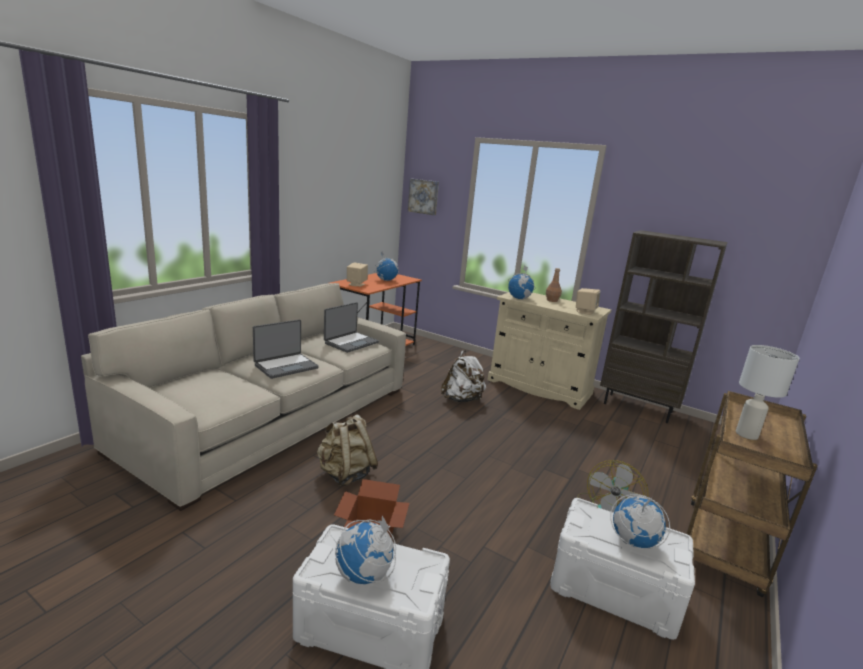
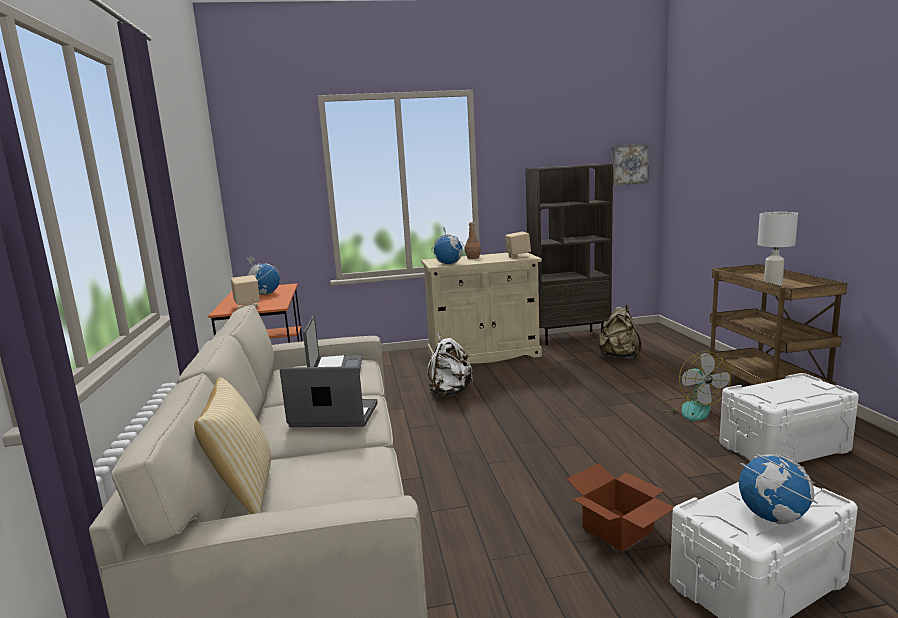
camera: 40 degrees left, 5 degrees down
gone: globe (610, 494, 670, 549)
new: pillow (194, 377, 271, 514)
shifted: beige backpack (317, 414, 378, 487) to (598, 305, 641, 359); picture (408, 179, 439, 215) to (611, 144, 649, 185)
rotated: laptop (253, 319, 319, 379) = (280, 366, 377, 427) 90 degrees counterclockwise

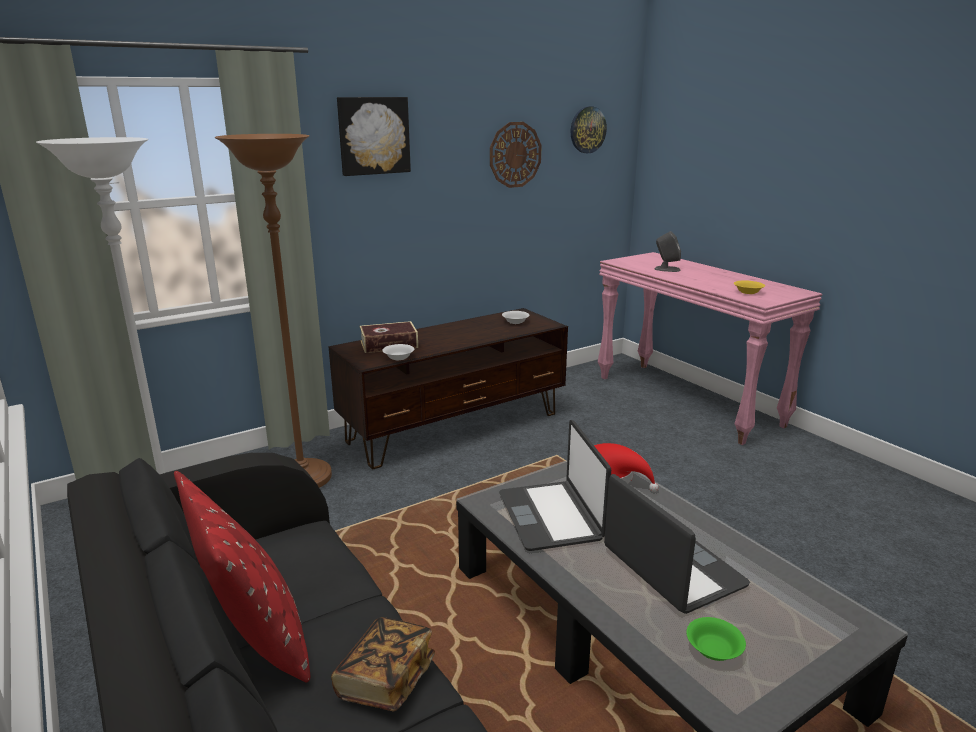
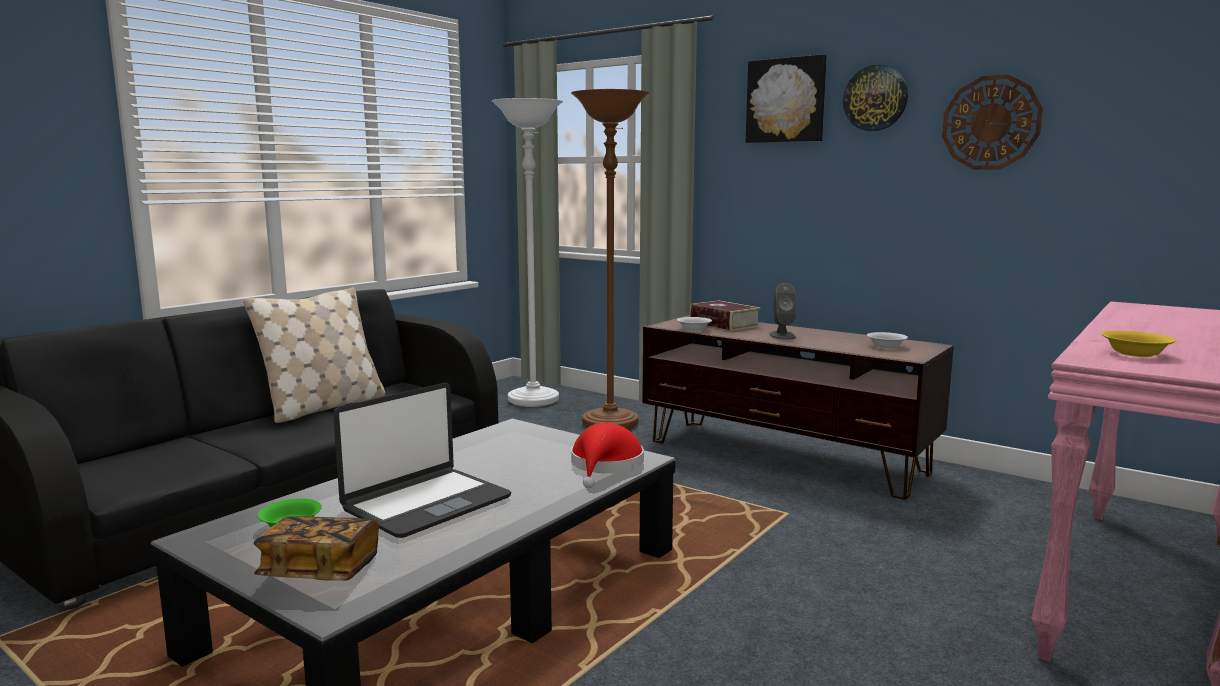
camera: 70 degrees right, 10 degrees down
gone: laptop (499, 420, 611, 551)
shifted: book (331, 617, 435, 711) to (254, 516, 379, 581); grey speaker (655, 231, 681, 272) to (769, 283, 797, 339); wall clock (571, 106, 607, 153) to (843, 65, 908, 131)
repainted: red pillow (174, 471, 310, 682) to beige pillow (243, 288, 385, 423)

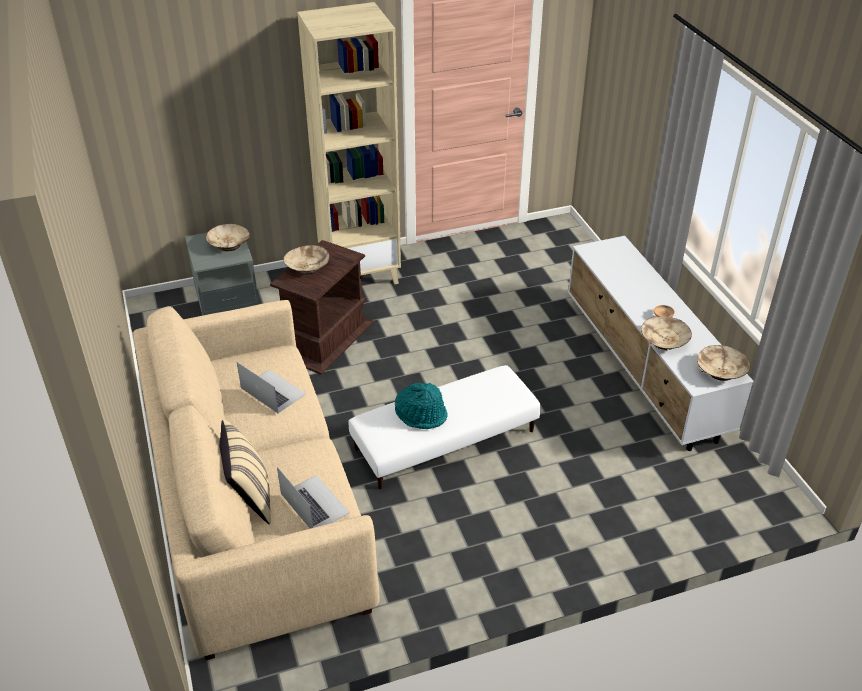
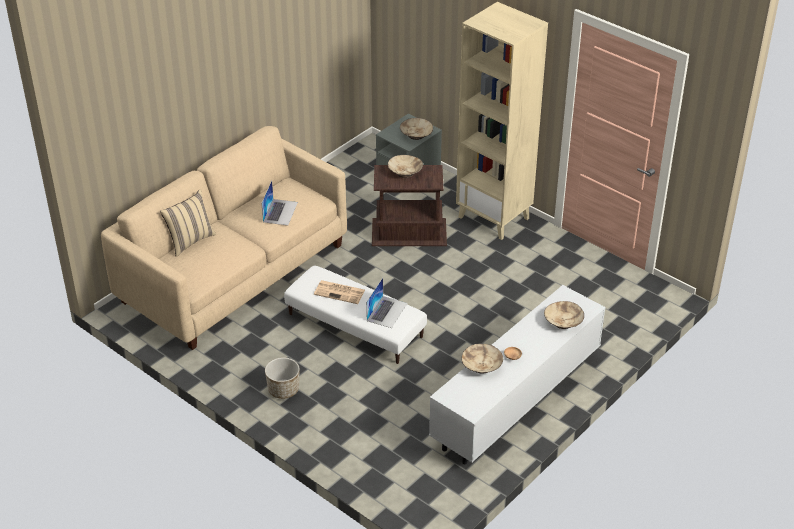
camera: 60 degrees right, 0 degrees up
new: planter (265, 357, 299, 399)
shifted: laptop (277, 467, 350, 528) to (366, 278, 407, 328); beige bowl (697, 345, 750, 381) to (544, 301, 584, 329)
swapped: turquoise hat (395, 383, 448, 429) to newspaper (314, 280, 365, 304)

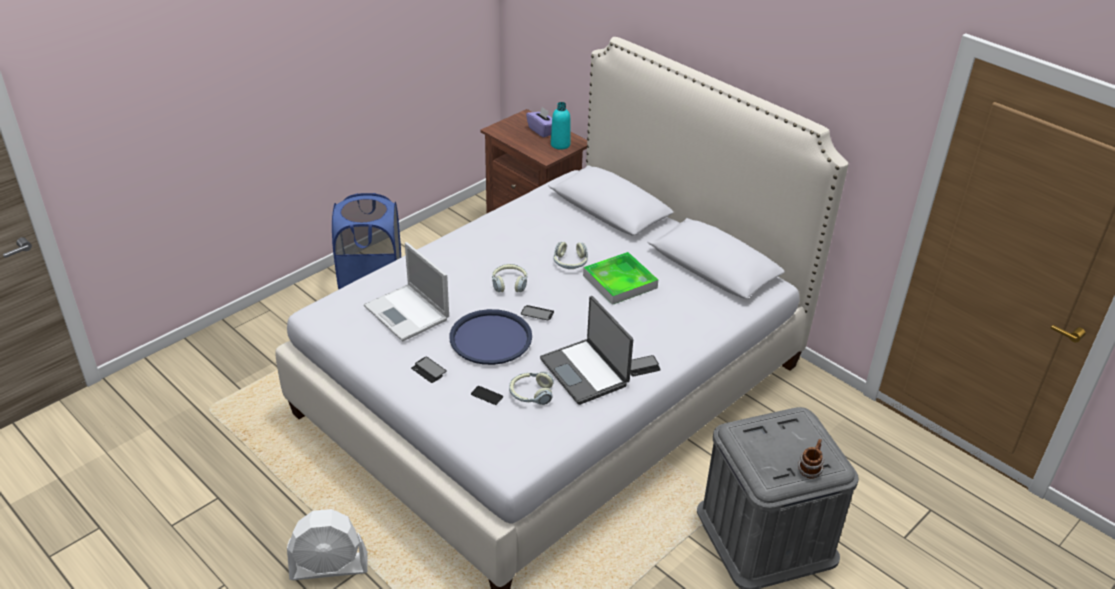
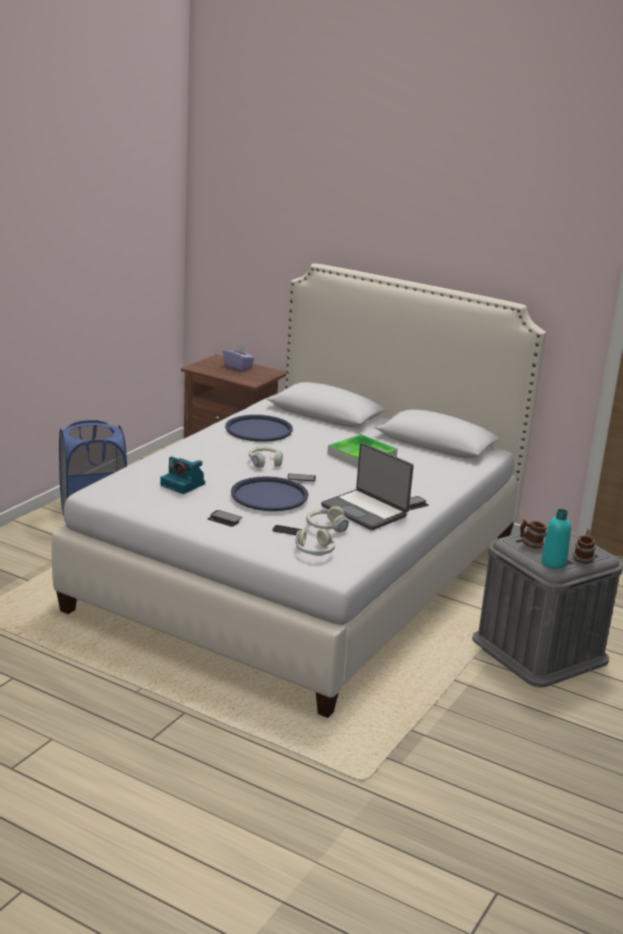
camera: 15 degrees left, 15 degrees down
gone: white fan (287, 509, 368, 580)
new: blue tray (225, 415, 293, 442); mug (520, 519, 547, 549)
shifted: headphones (554, 242, 588, 269) to (295, 529, 335, 556); turquoise bottle (551, 102, 570, 150) to (542, 509, 571, 569)
swapped: laptop (364, 242, 449, 341) to photo camera (160, 456, 205, 494)

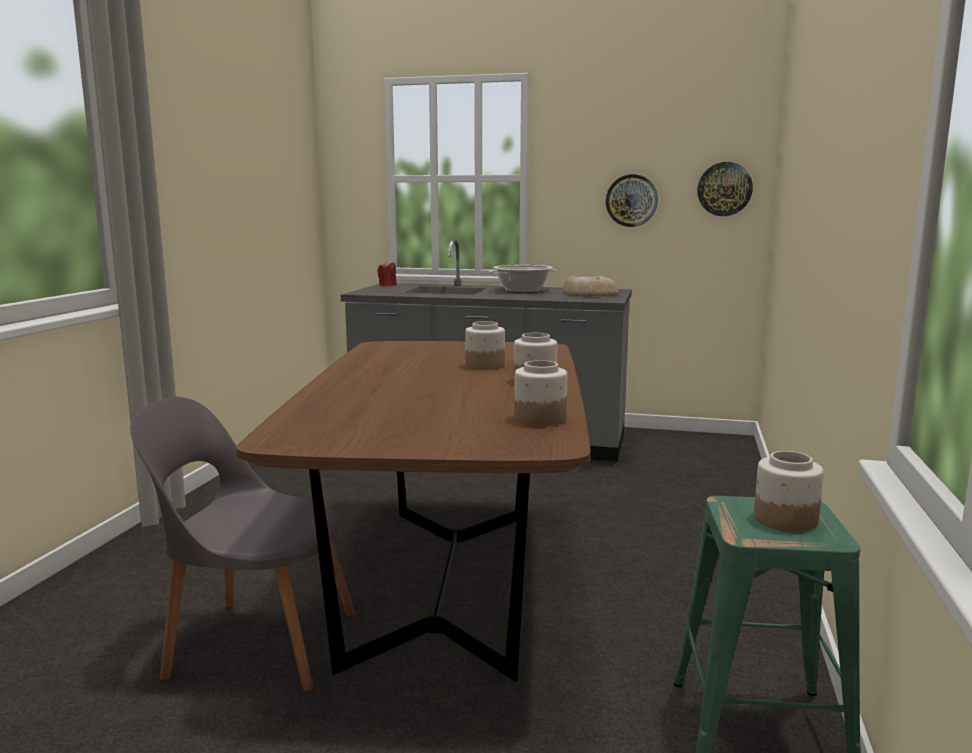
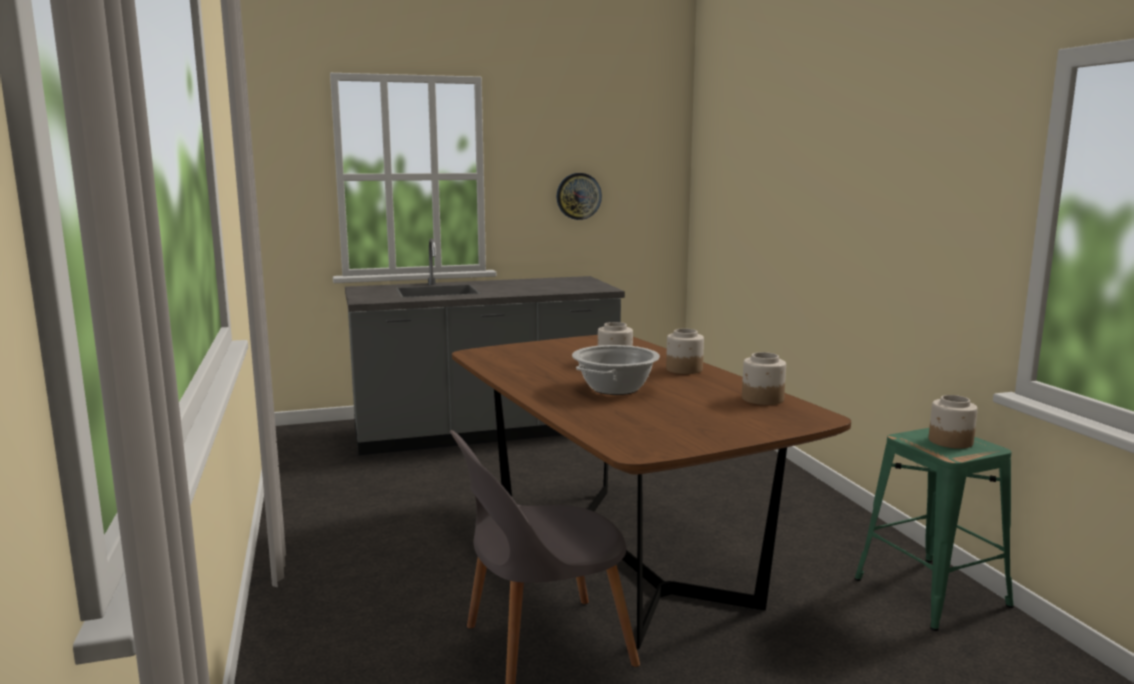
camera: 30 degrees left, 0 degrees up
gone: red candle (377, 261, 397, 286); bread (563, 274, 618, 296); wall clock (697, 162, 753, 216)
shifted: cooking pot (488, 265, 557, 293) to (572, 345, 660, 395)

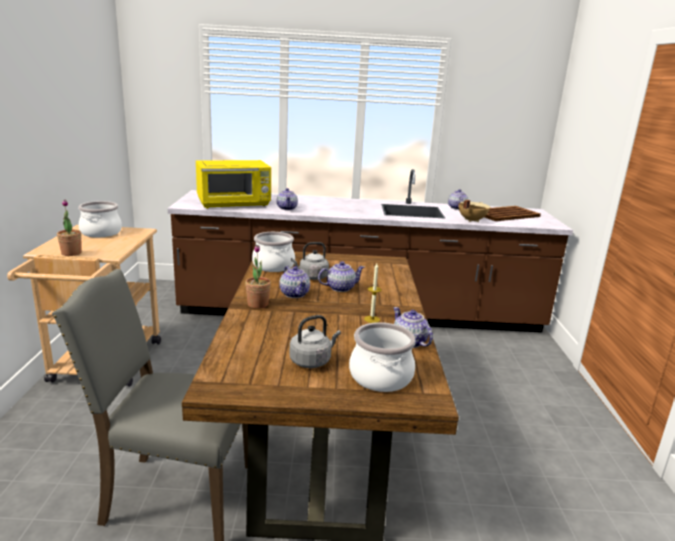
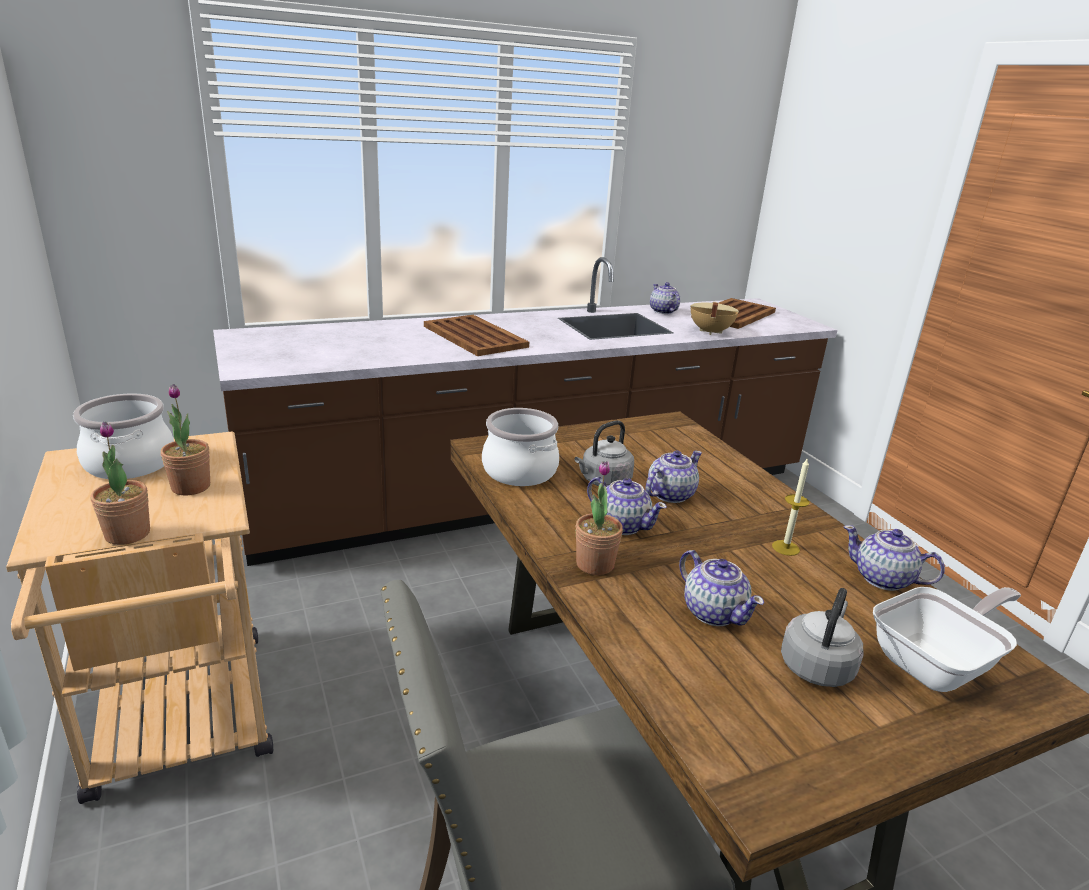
camera: 25 degrees left, 5 degrees up
gone: yellow microwave (196, 160, 271, 209)
new: potted plant (161, 384, 210, 495); brown tray (424, 315, 529, 356)
shifted: teapot (277, 188, 298, 210) to (679, 550, 764, 626)
swapped: cooking pot (349, 322, 415, 392) to frying pan (873, 587, 1021, 692)

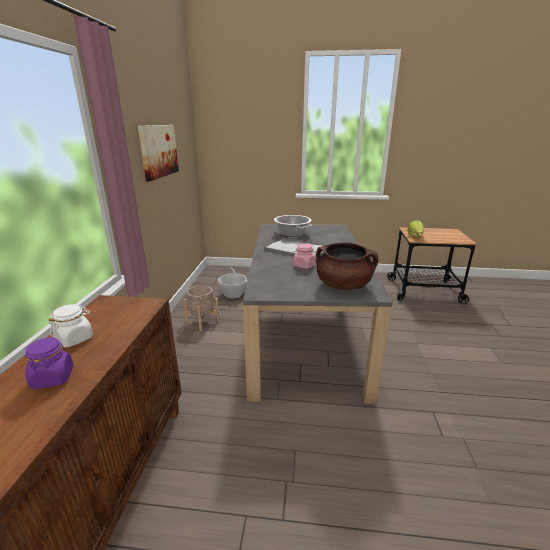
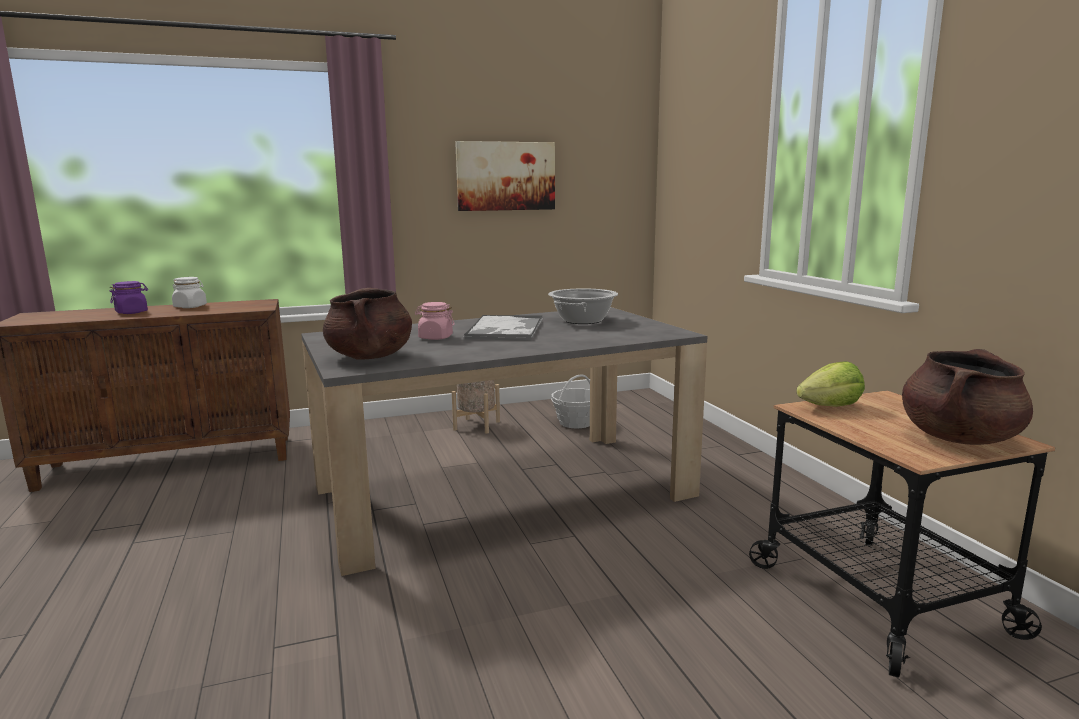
camera: 65 degrees right, 10 degrees down
new: brown cooking pot (902, 349, 1033, 445)

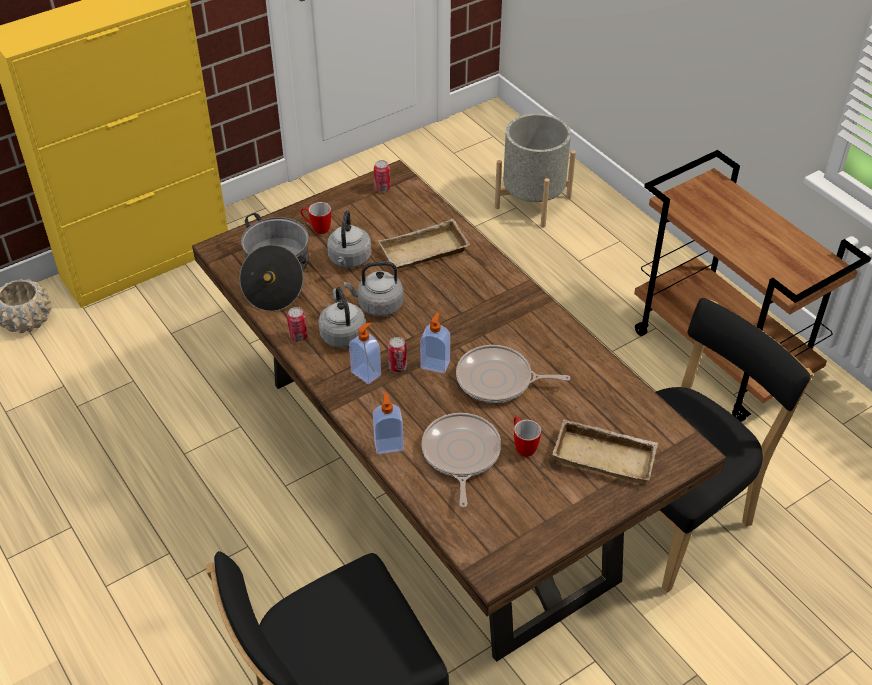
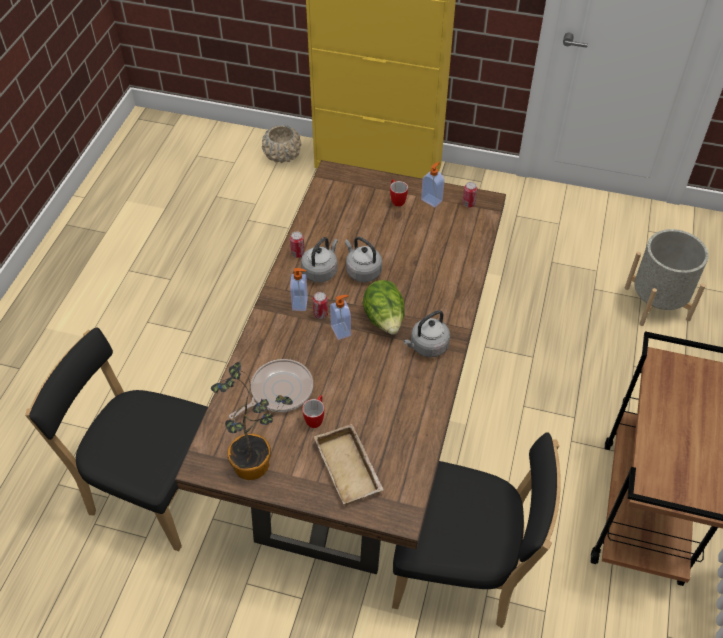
camera: 50 degrees right, 5 degrees up
gone: cooking pot (239, 213, 309, 311); beige tray (378, 219, 470, 269); frying pan (456, 345, 571, 403)
new: potted plant (211, 362, 293, 480); lettuce (363, 280, 405, 335)
shifted: grey kettle (327, 210, 371, 268) to (403, 310, 450, 357); soap dispenser (373, 392, 404, 454) to (421, 162, 445, 207)

